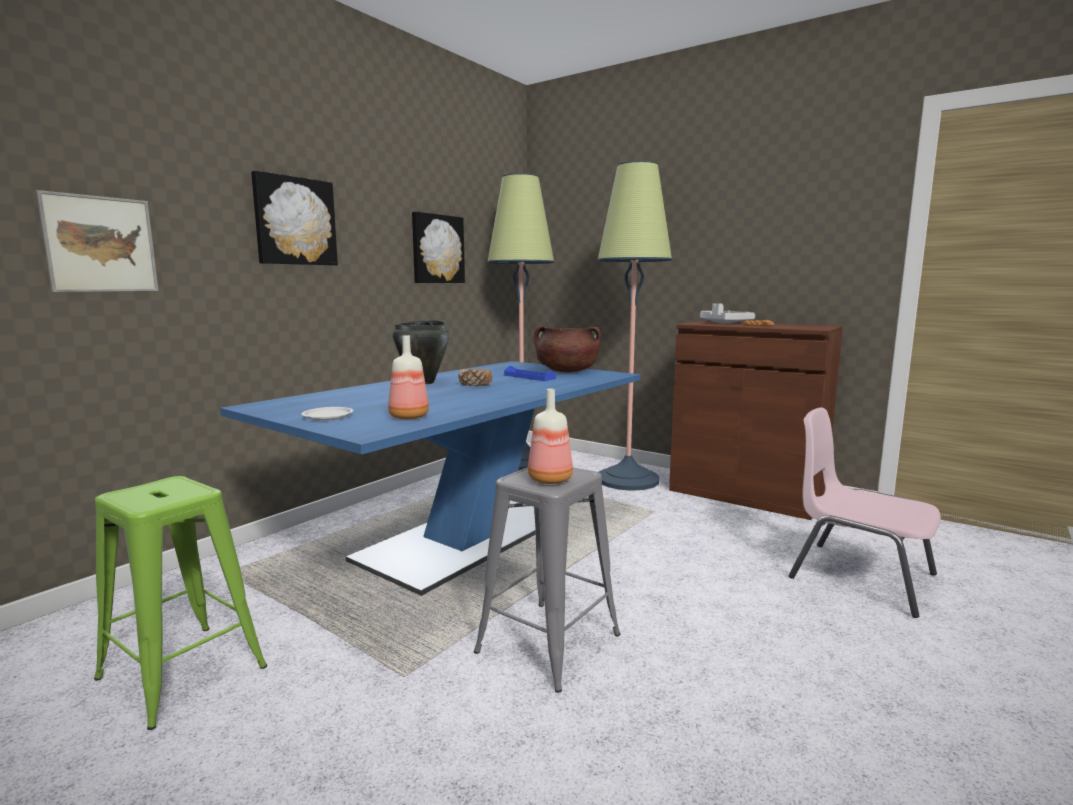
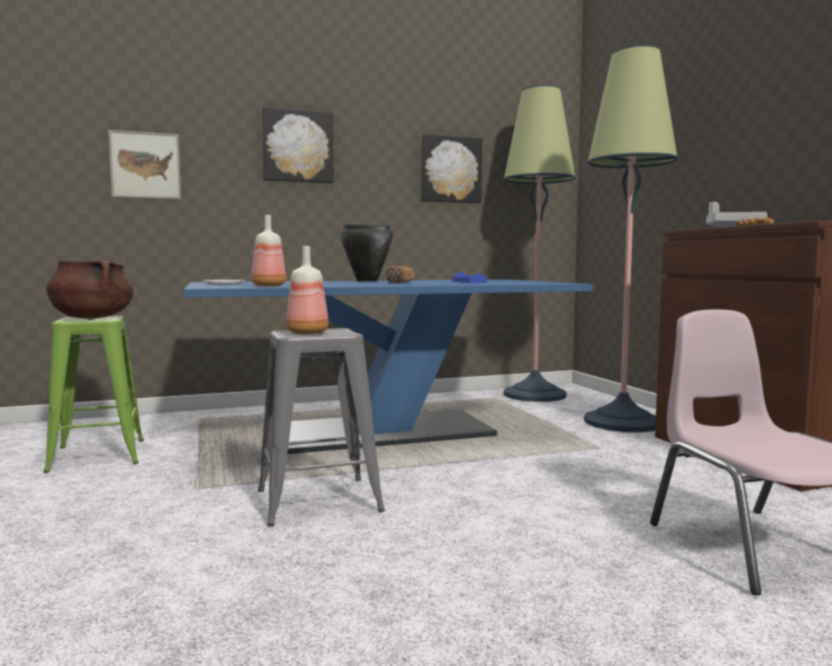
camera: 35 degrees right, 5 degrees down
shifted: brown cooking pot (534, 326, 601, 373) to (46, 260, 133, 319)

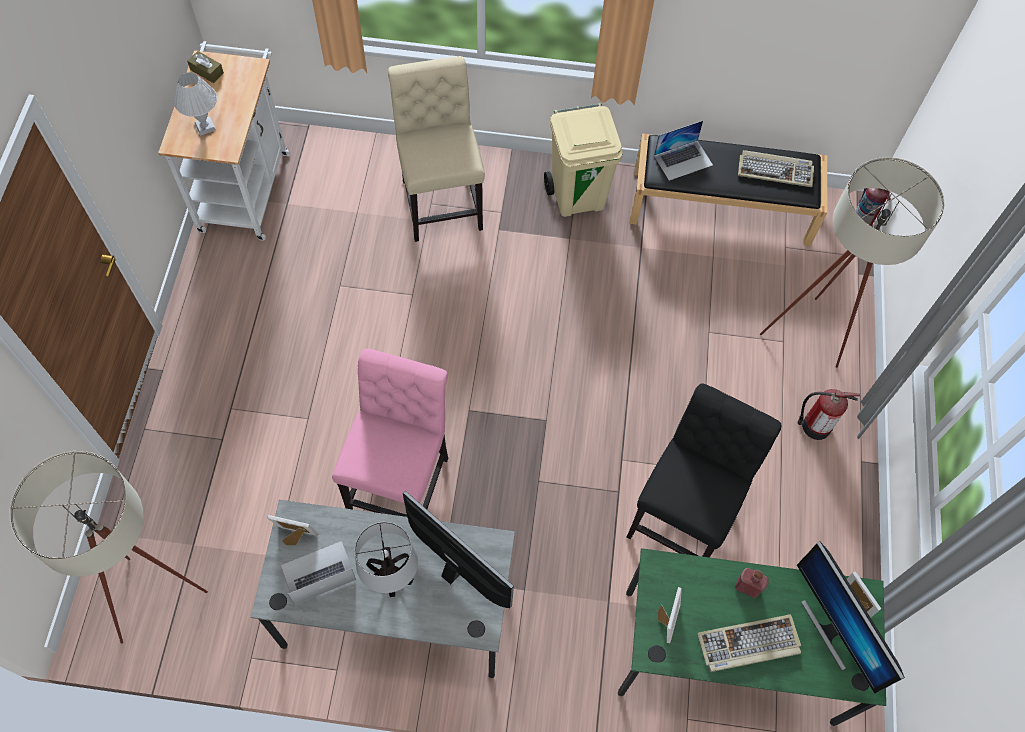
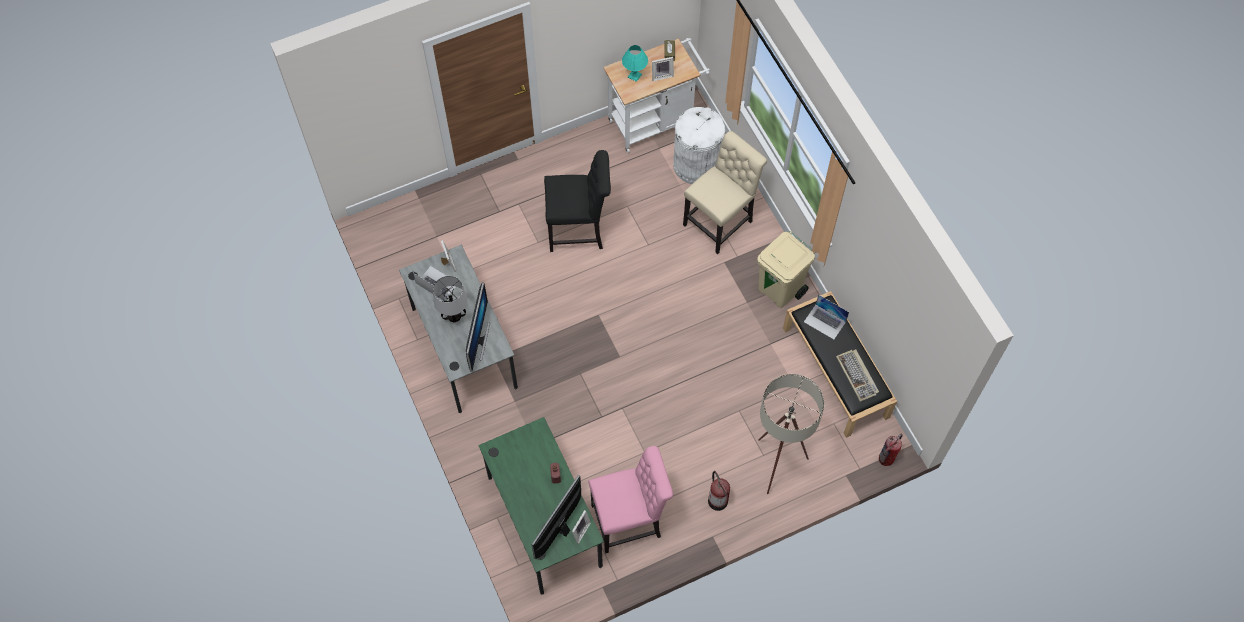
camera: 60 degrees right, 0 degrees up
gone: beige floor lamp (9, 451, 208, 644); keyboard (697, 614, 801, 672)
new: white trash can (673, 107, 725, 184)
shifted: black chair (627, 383, 781, 557) to (544, 150, 611, 252); pink chair (332, 349, 448, 517) to (589, 446, 673, 553); picture frame (658, 587, 682, 644) to (652, 57, 674, 81)
repainted: white table lamp (174, 72, 217, 136) to turquoise table lamp (622, 45, 648, 82)

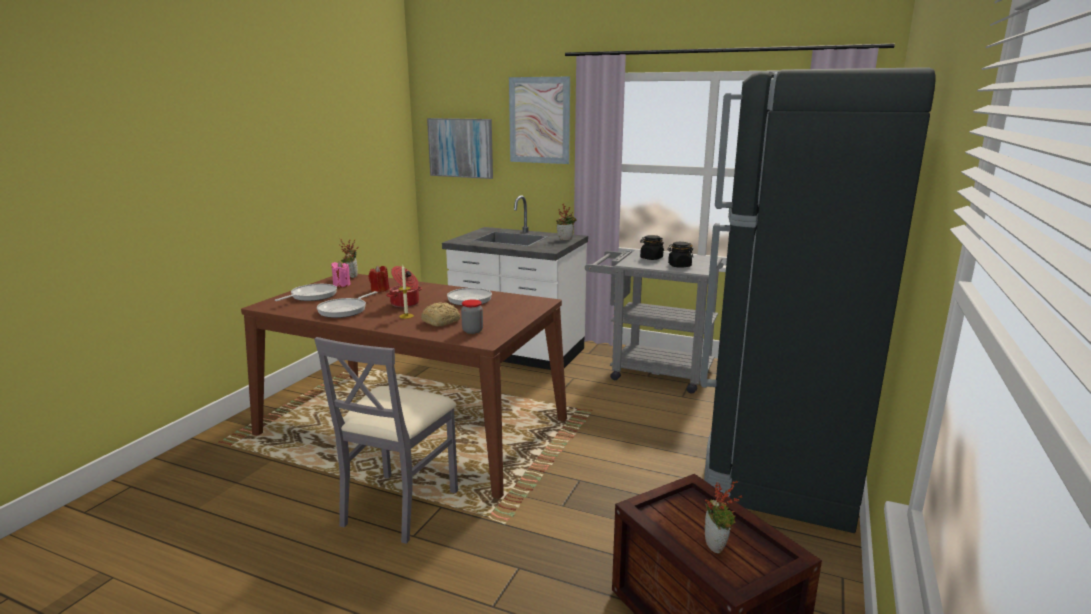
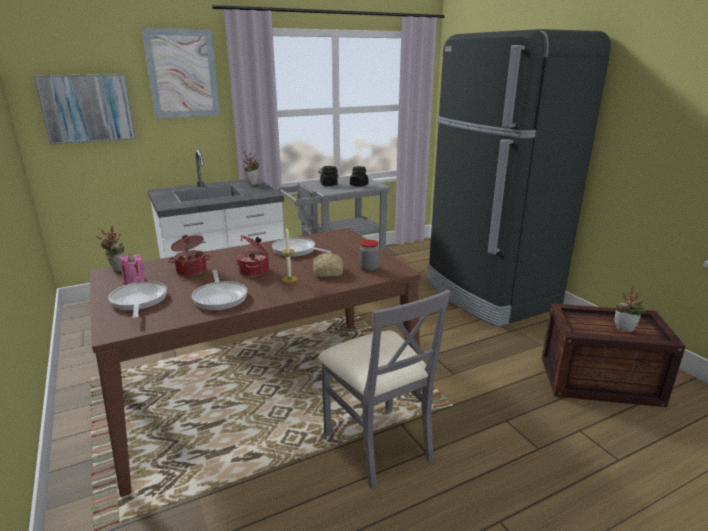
camera: 50 degrees left, 5 degrees up
swapped: red candle (369, 265, 389, 292) to cooking pot (168, 235, 212, 276)

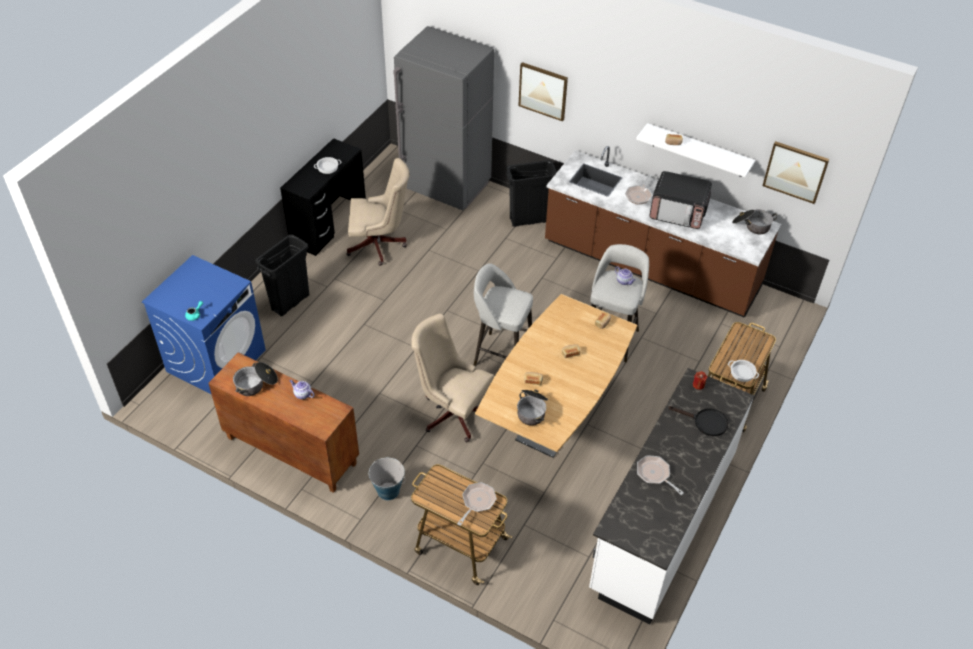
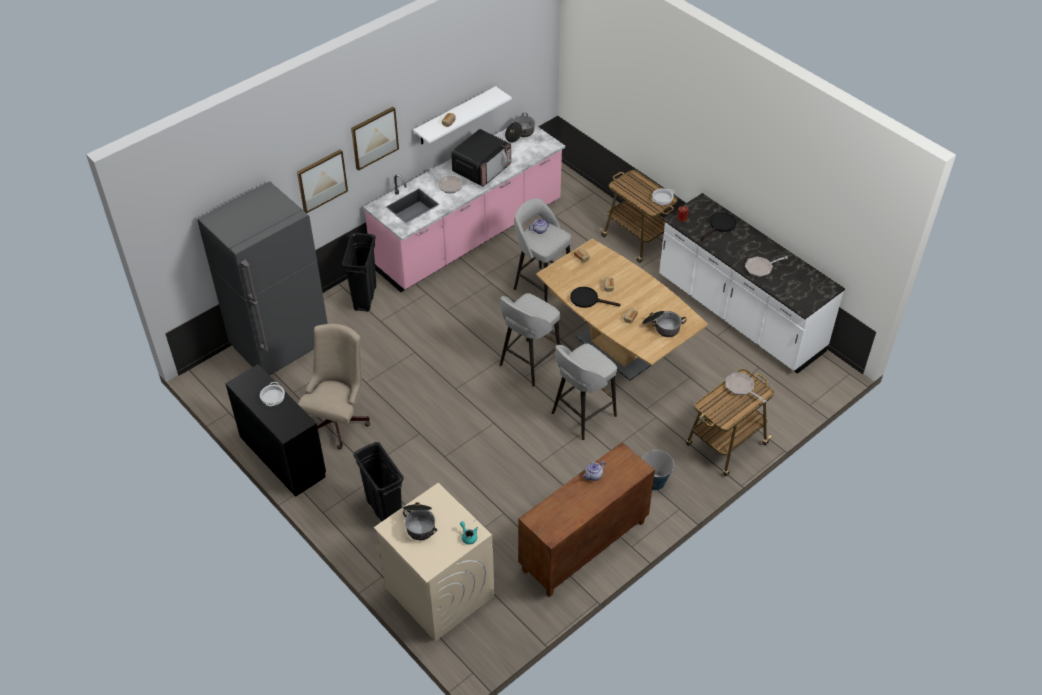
camera: 70 degrees left, 0 degrees up
new: black frying pan (570, 287, 621, 308)
shifted: picture (762, 141, 829, 204) to (351, 107, 399, 171); cooking pot (233, 362, 278, 396) to (403, 502, 437, 540)
swapped: beige office chair (411, 313, 494, 442) to grey stool (552, 343, 617, 440)
repainted: brown counter (545, 146, 781, 318) to pink counter (363, 125, 565, 292); blue washing machine (142, 255, 266, 394) to beige washing machine (374, 483, 494, 641)

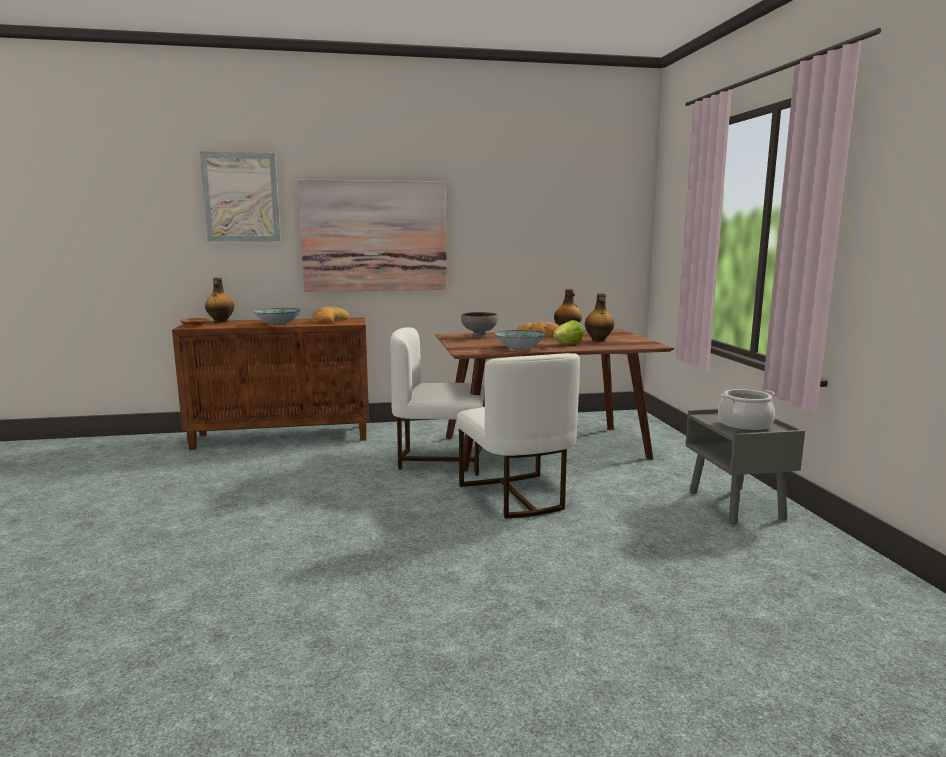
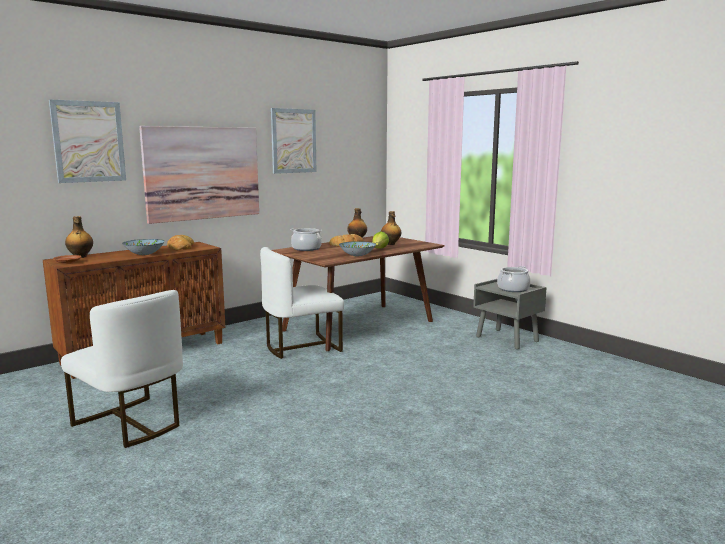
camera: 30 degrees left, 0 degrees up
new: picture (271, 108, 316, 174)
shifted: white chair (457, 353, 580, 518) to (61, 290, 183, 448)
swapped: grey bowl (461, 312, 498, 338) to cooking pot (290, 228, 322, 251)

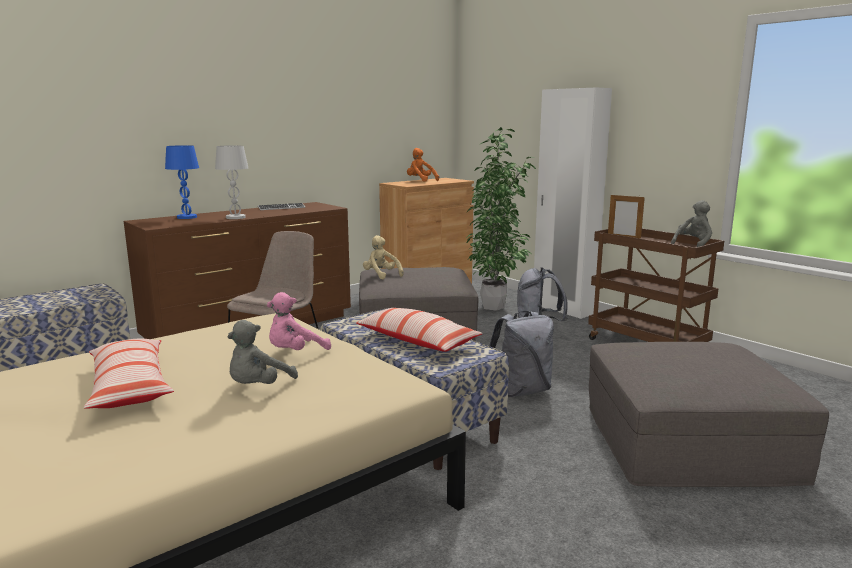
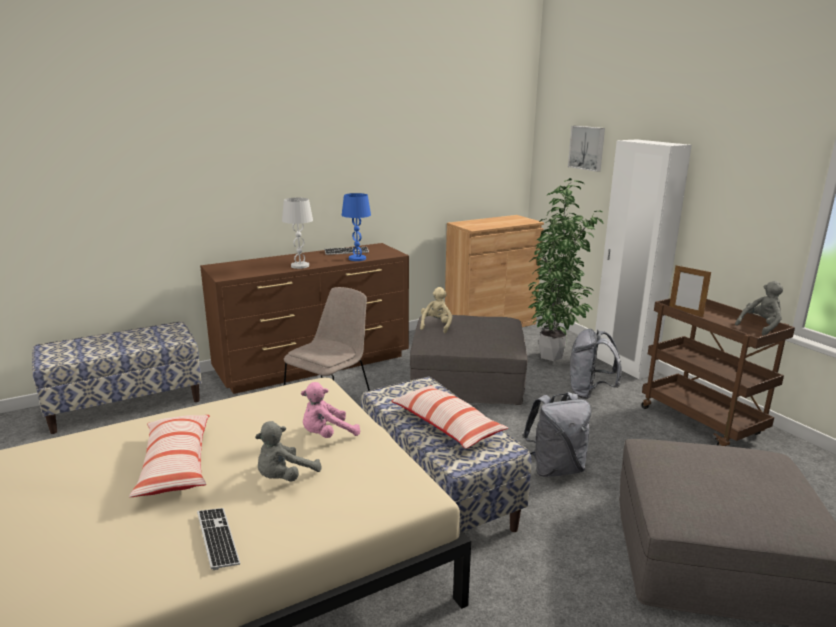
camera: 10 degrees right, 5 degrees up
gone: orange plush toy (407, 148, 439, 182)
new: keyboard (197, 508, 240, 570); picture (568, 126, 605, 172)
shifted: blue table lamp (165, 145, 199, 219) to (342, 193, 371, 261)
rotated: beige plush toy (363, 235, 404, 279) = (420, 287, 452, 333) 45 degrees clockwise

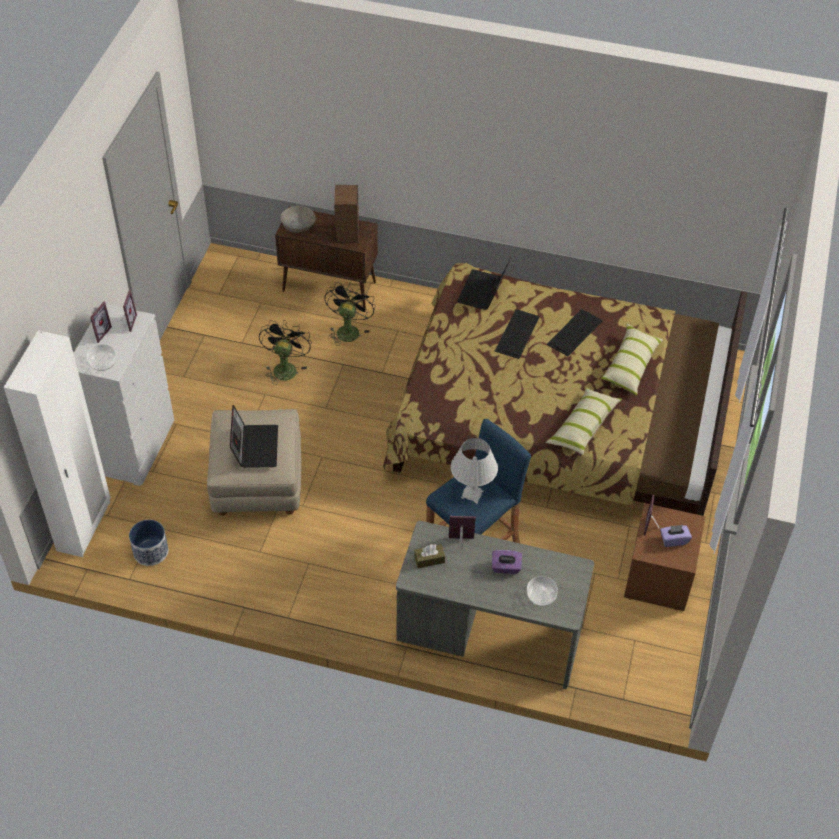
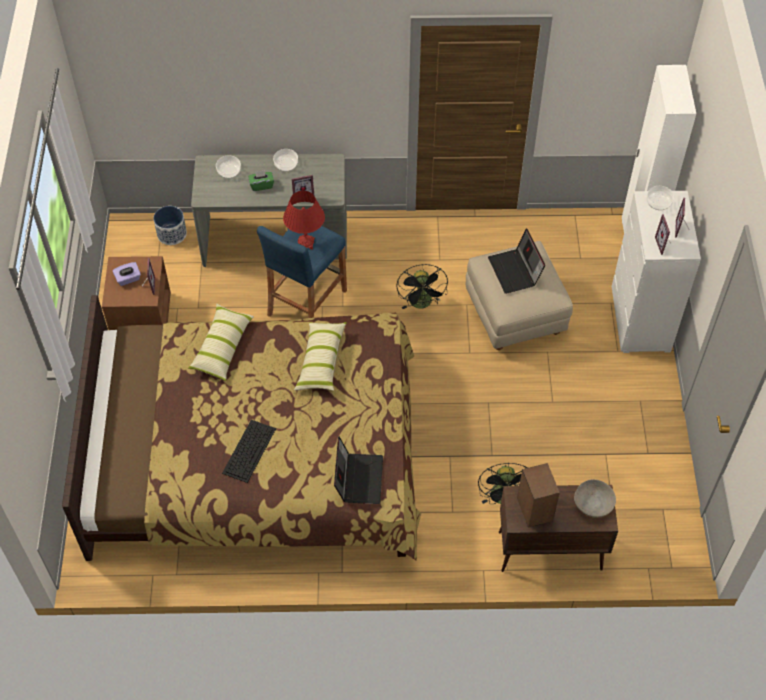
camera: 165 degrees right, 5 degrees up
gone: brown tissue box (414, 544, 445, 568); keyboard (495, 309, 540, 359)
new: bowl (273, 149, 298, 171)
shifted: planter (129, 520, 168, 566) to (153, 206, 187, 245); pillow (600, 323, 663, 396) to (294, 322, 347, 391); black fan (259, 320, 311, 385) to (396, 264, 448, 309)
repainted: purple tissue box (492, 550, 522, 574) to green tissue box (248, 171, 274, 191); white table lamp (451, 438, 498, 504) to red table lamp (283, 191, 325, 250)

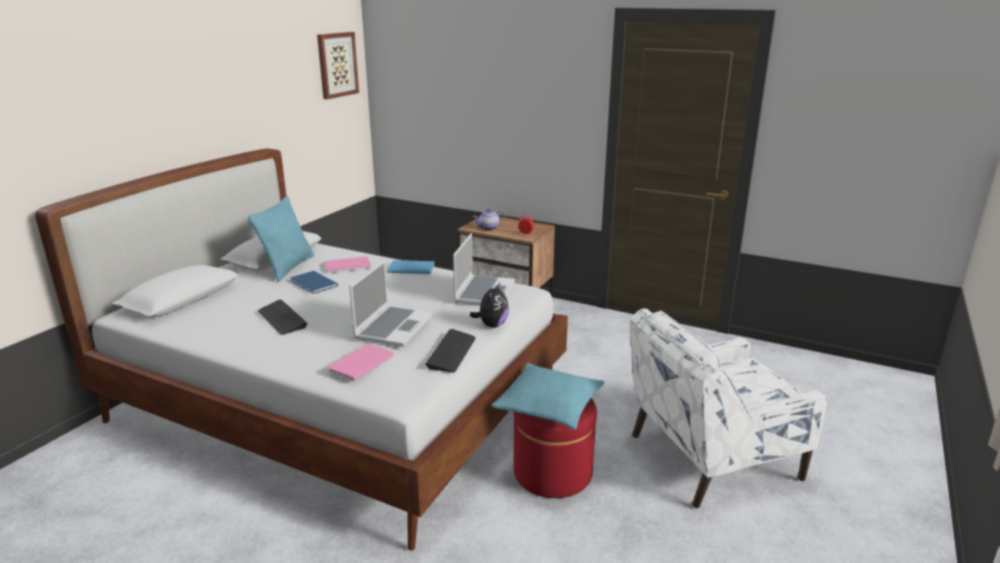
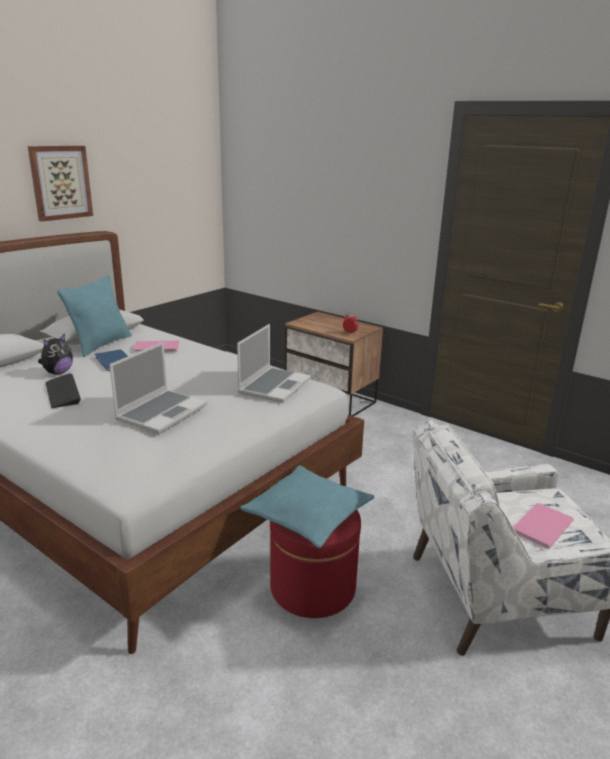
camera: 10 degrees right, 0 degrees up
gone: blue book (387, 260, 435, 274); keyboard (425, 329, 476, 372); teapot (473, 209, 505, 231)
shifted: picture (317, 32, 359, 99) to (28, 146, 93, 221); plush toy (470, 283, 509, 328) to (38, 333, 73, 375); pink book (328, 344, 394, 381) to (513, 503, 574, 549)

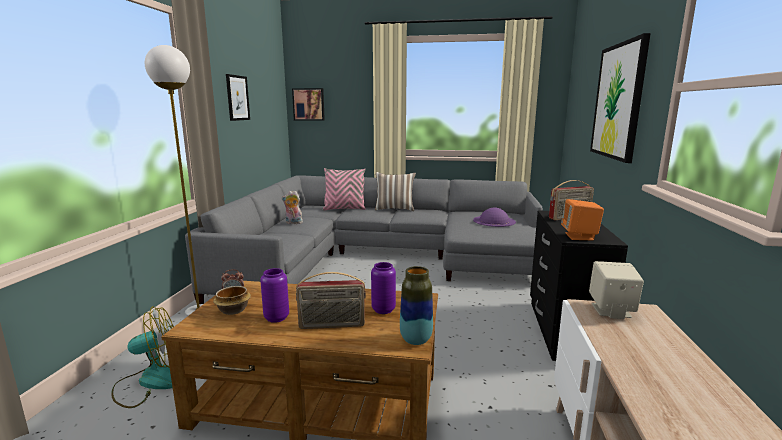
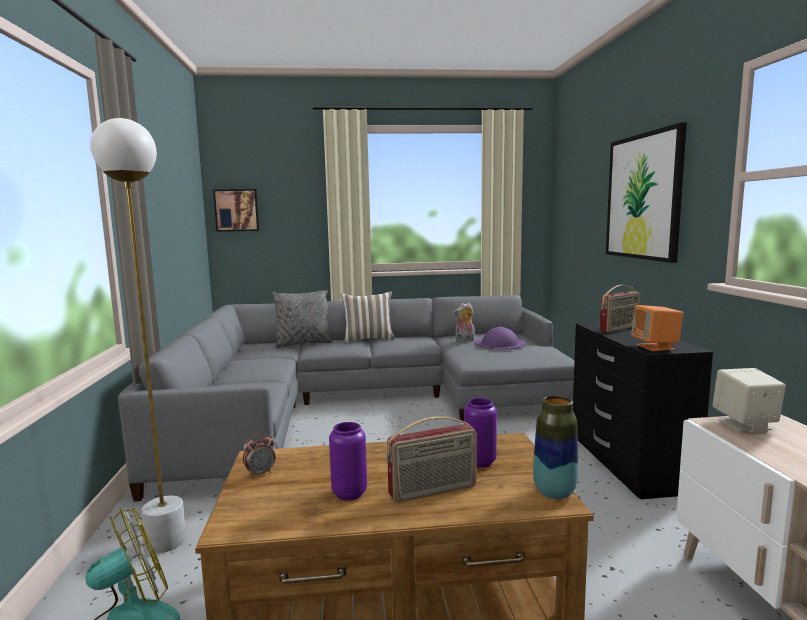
camera: 15 degrees left, 5 degrees down
gone: bowl (213, 286, 251, 315); picture (226, 74, 250, 121)
shifted: plush toy (282, 191, 304, 224) to (452, 303, 475, 342)
repainted: pink pillow (323, 168, 366, 210) to grey pillow (272, 290, 332, 348)

